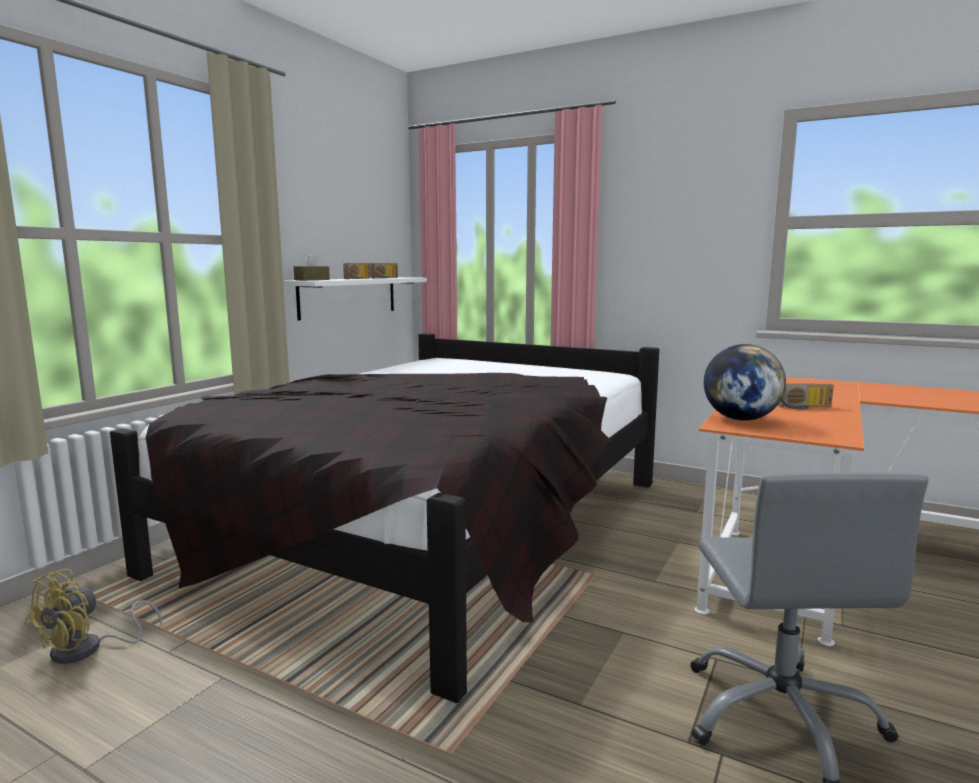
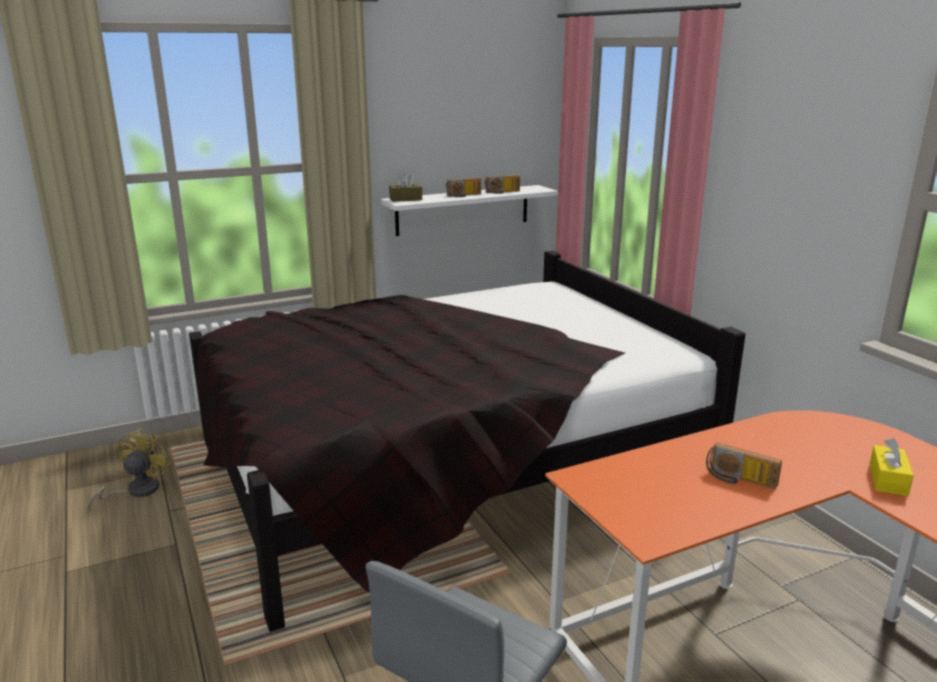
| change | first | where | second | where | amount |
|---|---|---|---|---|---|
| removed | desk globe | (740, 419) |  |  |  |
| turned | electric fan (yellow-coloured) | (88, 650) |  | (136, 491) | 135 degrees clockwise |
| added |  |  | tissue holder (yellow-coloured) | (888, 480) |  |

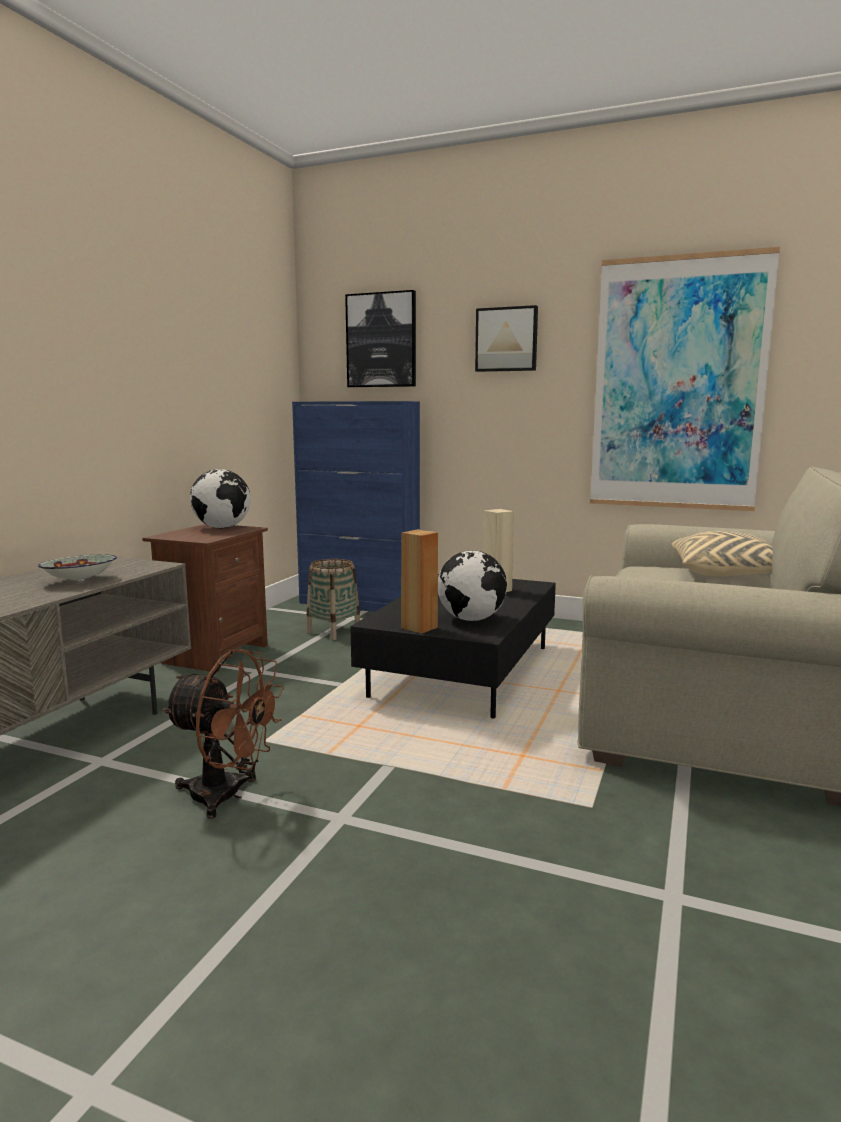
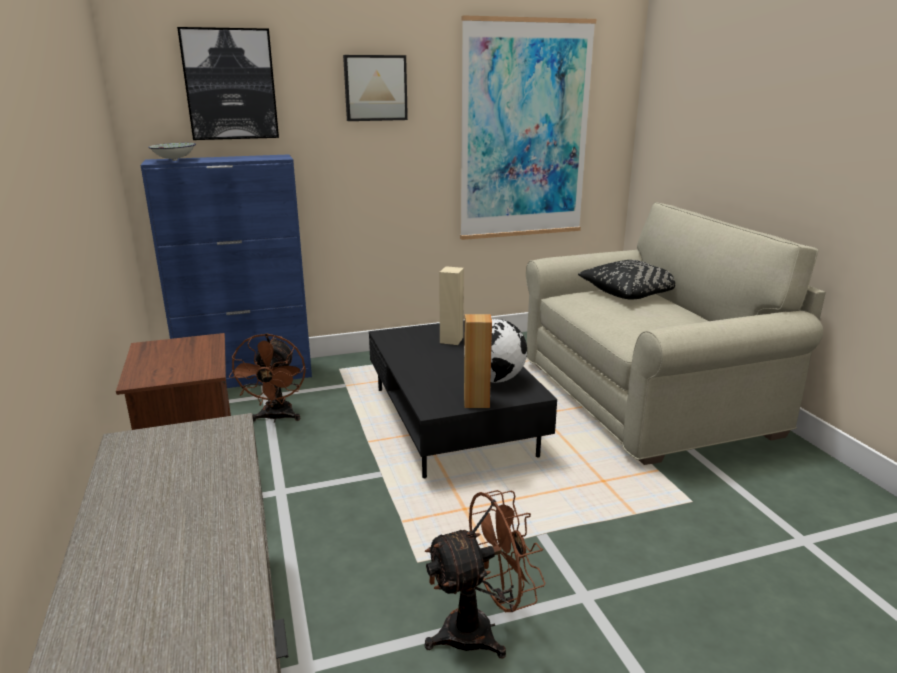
| change | first | where | second | where | amount |
|---|---|---|---|---|---|
| removed | desk globe | (222, 528) |  |  |  |
| recoloured | throw pillow (beige) | (728, 574) | throw pillow (black) | (631, 293) |  |
| moved | bowl | (80, 581) |  | (175, 160) |  |
| replaced | household basket | (333, 631) | electric fan (brown) | (276, 418) |  |

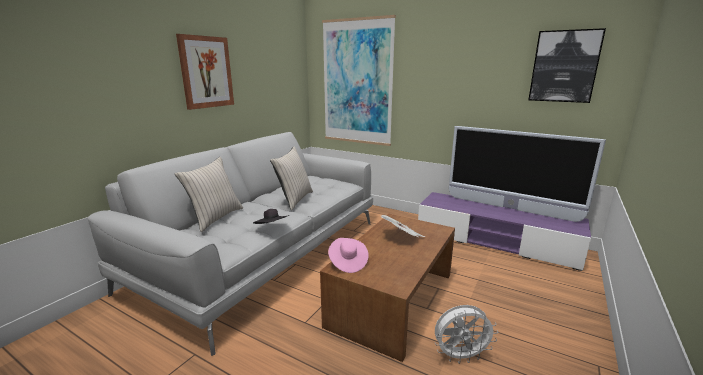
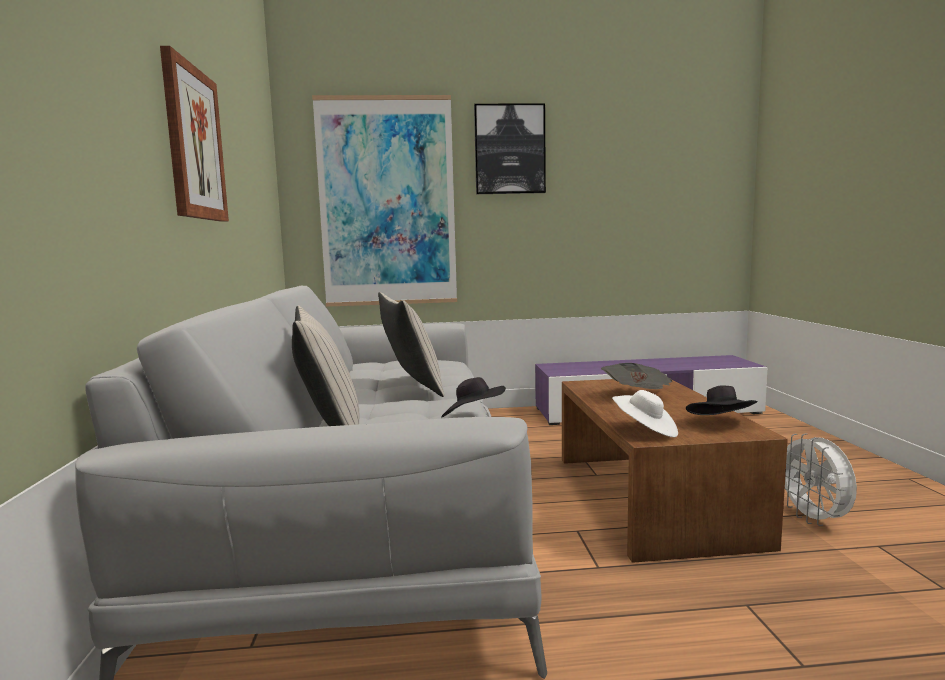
| change | first | where | second | where | amount |
|---|---|---|---|---|---|
| moved | wall picture | (564, 66) |  | (509, 149) |  |
| removed | TV set | (510, 208) |  |  |  |
| recoloured | clothing hat (pink-coloured) | (347, 263) | clothing hat (white) | (645, 431) |  |
| turned | electric fan (white) | (460, 356) |  | (814, 519) | 120 degrees clockwise |
| added |  |  | clothing hat (black) | (721, 423) |  |

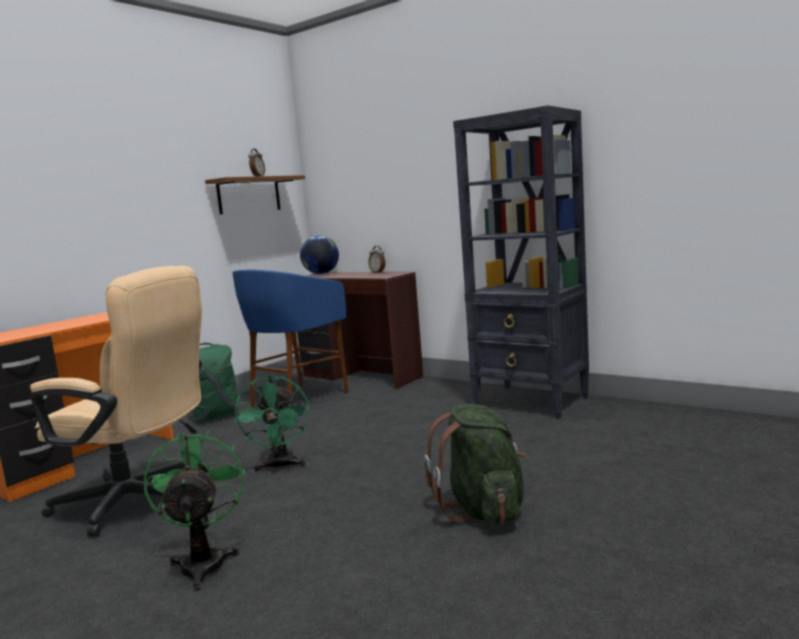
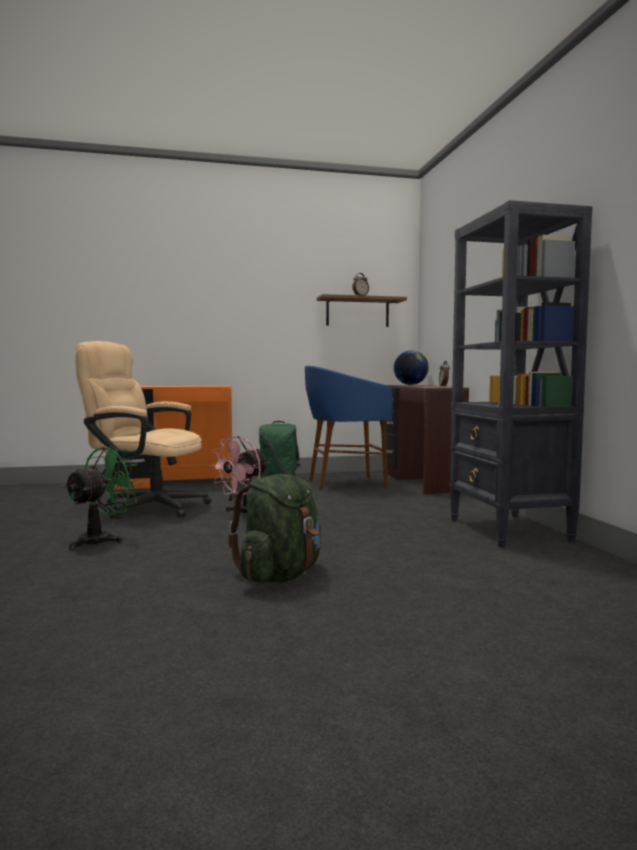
| change | first | where | second | where | amount |
|---|---|---|---|---|---|
| turned | desk chair (beige) | (138, 503) |  | (146, 507) | 135 degrees clockwise |
| recoloured | electric fan (greenish) | (280, 466) | electric fan (pink-coloured) | (243, 513) |  |

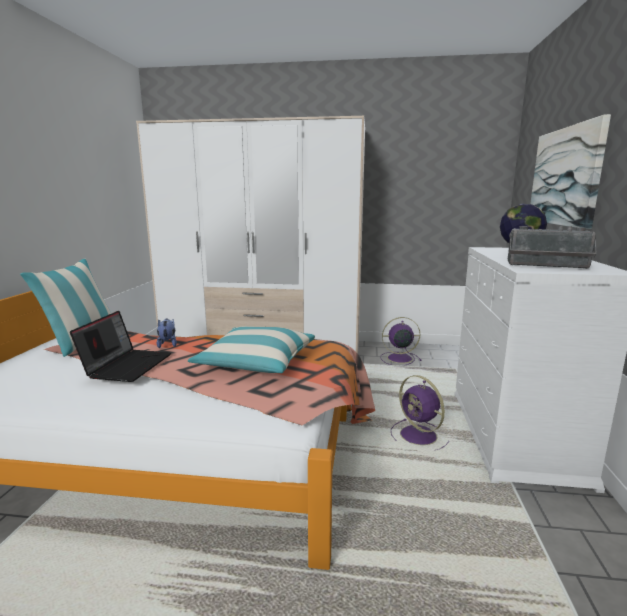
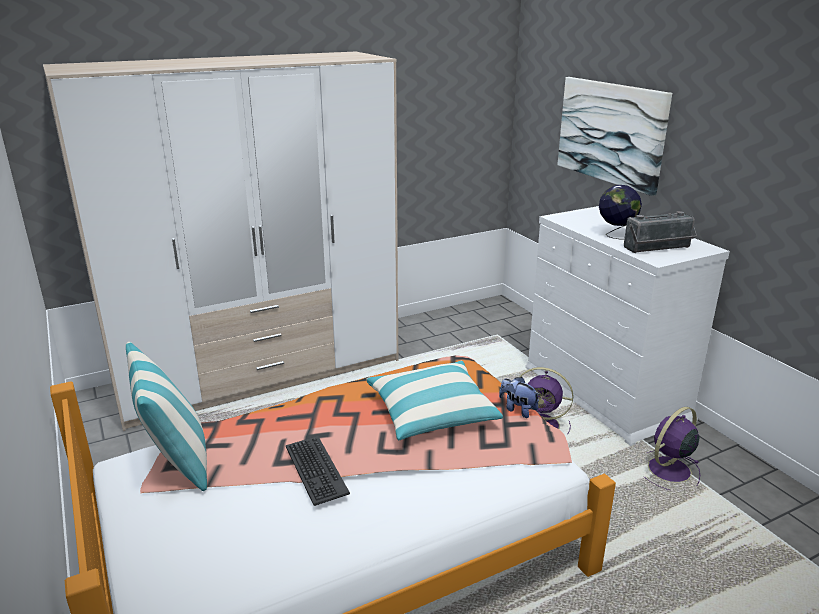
| change | first | where | second | where | amount |
|---|---|---|---|---|---|
| replaced | laptop | (127, 365) | keyboard | (315, 470) |  |
| moved | electric fan (purplish) | (398, 358) |  | (668, 470) |  |
| moved | plush toy | (167, 344) |  | (517, 409) |  |

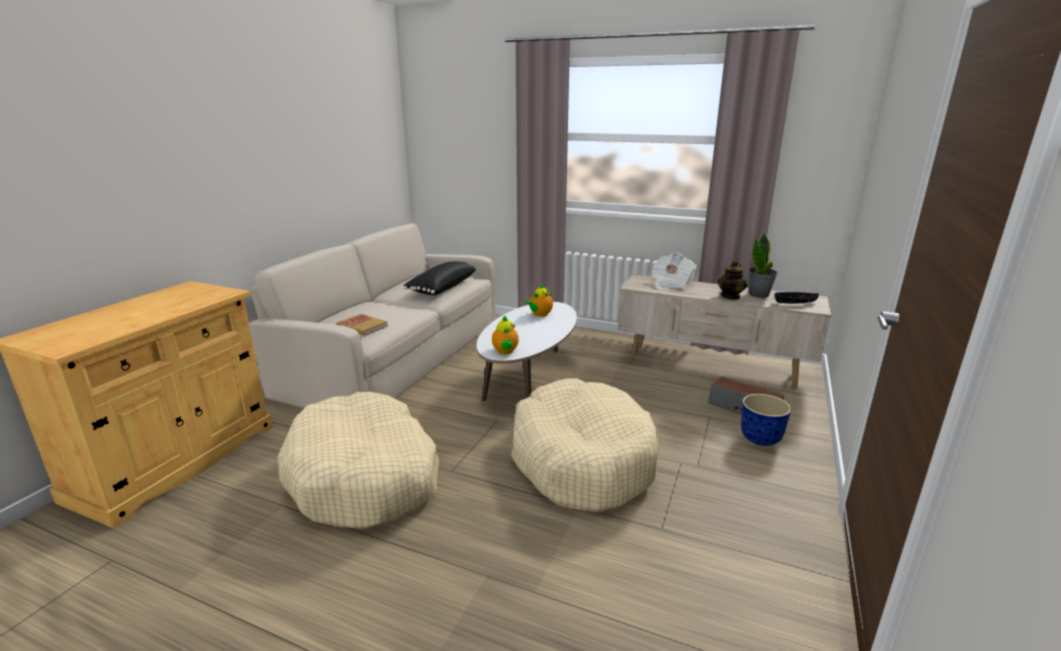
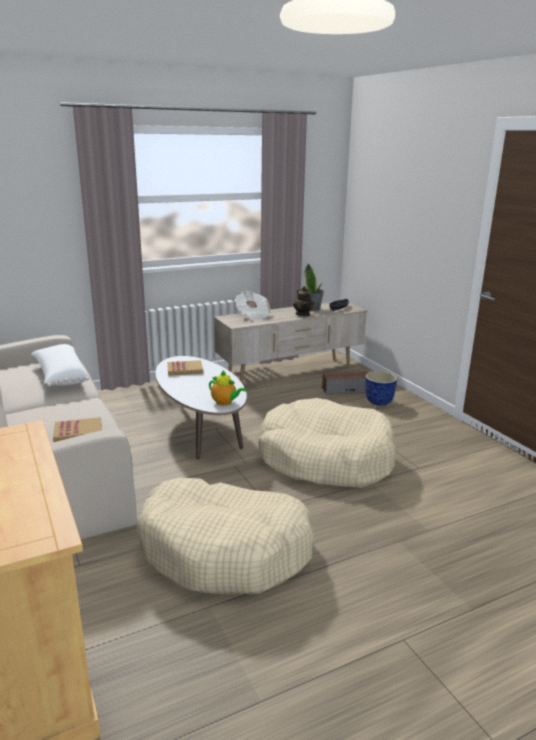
| change | first | where | second | where | amount |
|---|---|---|---|---|---|
| recoloured | throw pillow (black) | (441, 288) | throw pillow (white) | (60, 376) |  |
| replaced | pot for tea | (540, 314) | bound book | (185, 370) |  |

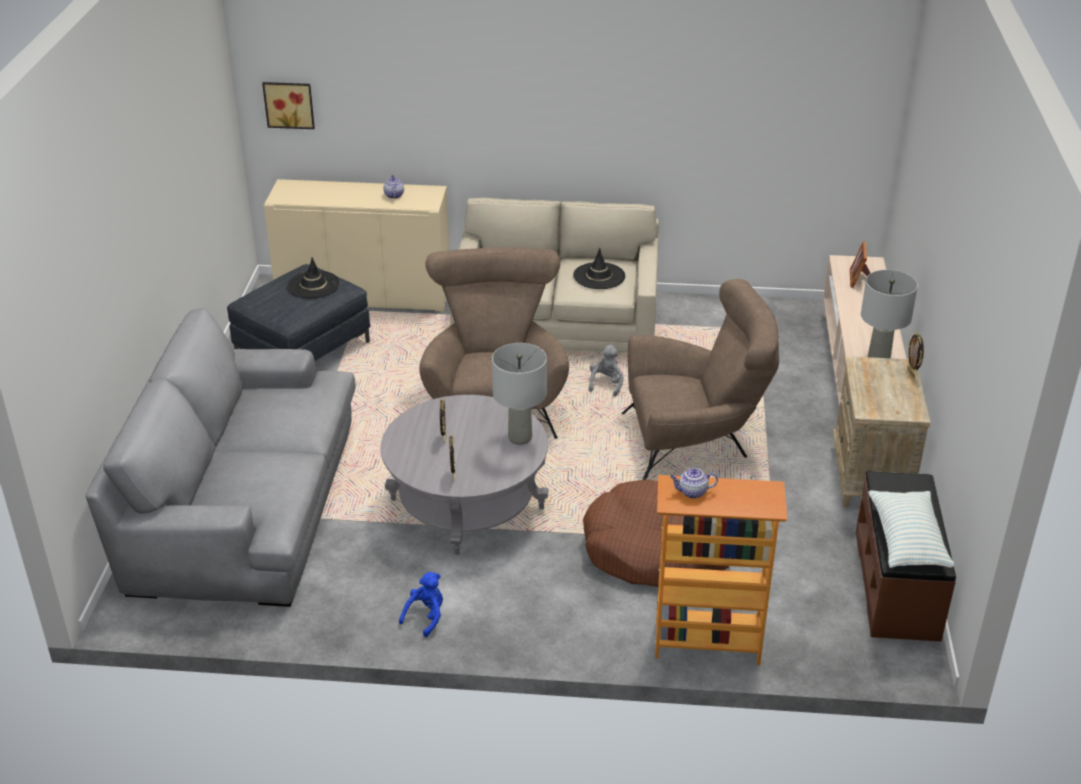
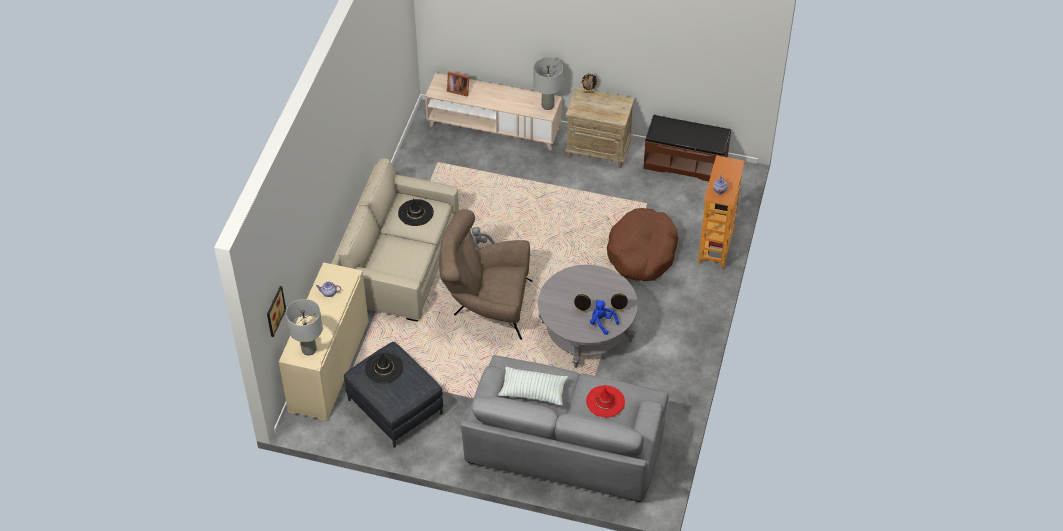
| change | first | where | second | where | amount |
|---|---|---|---|---|---|
| removed | easy chair (brown) | (695, 443) |  |  |  |
| moved | table lamp (greyish) | (520, 438) |  | (309, 349) |  |
| moved | throw pillow | (907, 541) |  | (533, 391) |  |
| moved | plush toy (blue) | (426, 617) |  | (602, 323) |  |
| added |  |  | clothing hat (red-coloured) | (605, 401) |  |

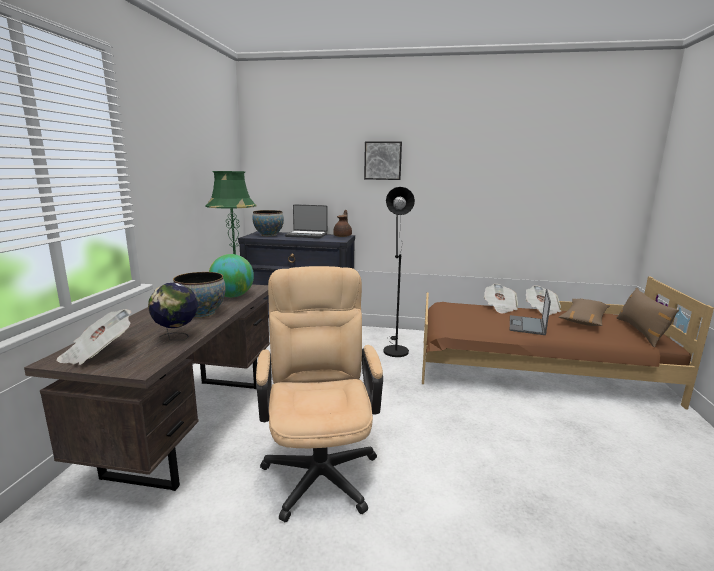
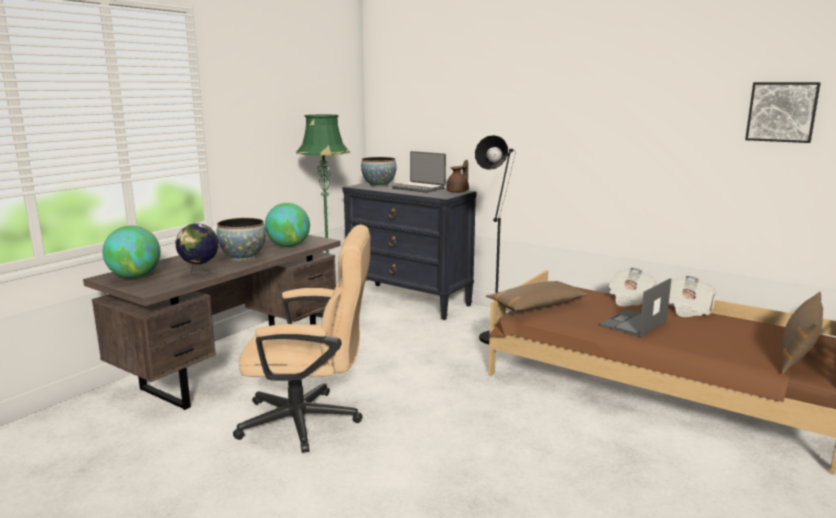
| change | first | where | second | where | amount |
|---|---|---|---|---|---|
| moved | wall picture | (383, 160) |  | (782, 112) |  |
| turned | desk chair (beige) | (320, 466) |  | (311, 421) | 75 degrees clockwise |
| moved | throw pillow (brown) | (584, 319) |  | (537, 305) |  |
| replaced | daily paper | (98, 353) | desk globe | (135, 277) |  |

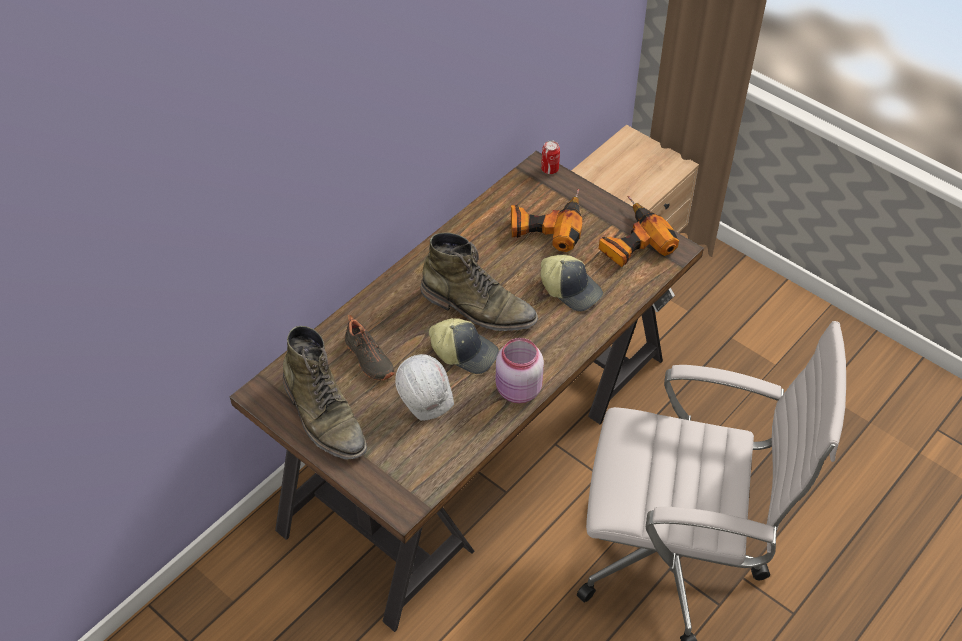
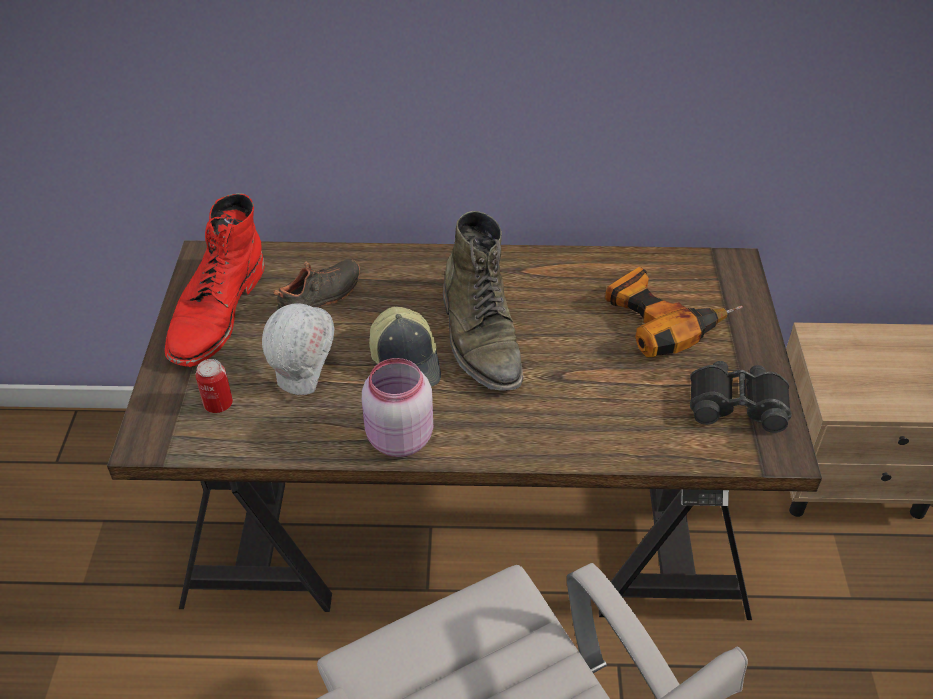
| change | first | where | second | where | amount |
|---|---|---|---|---|---|
| moved | metal can | (550, 169) |  | (218, 404) |  |
| replaced | drill | (631, 242) | field glasses (black) | (737, 403) |  |
| removed | baseball cap | (571, 289) |  |  |  |
| turned | shoe (black) | (368, 359) |  | (321, 299) | 150 degrees counterclockwise |
| recoloured | high-top boot (greenish) | (324, 416) | high-top boot (red-coloured) | (217, 312) |  |

